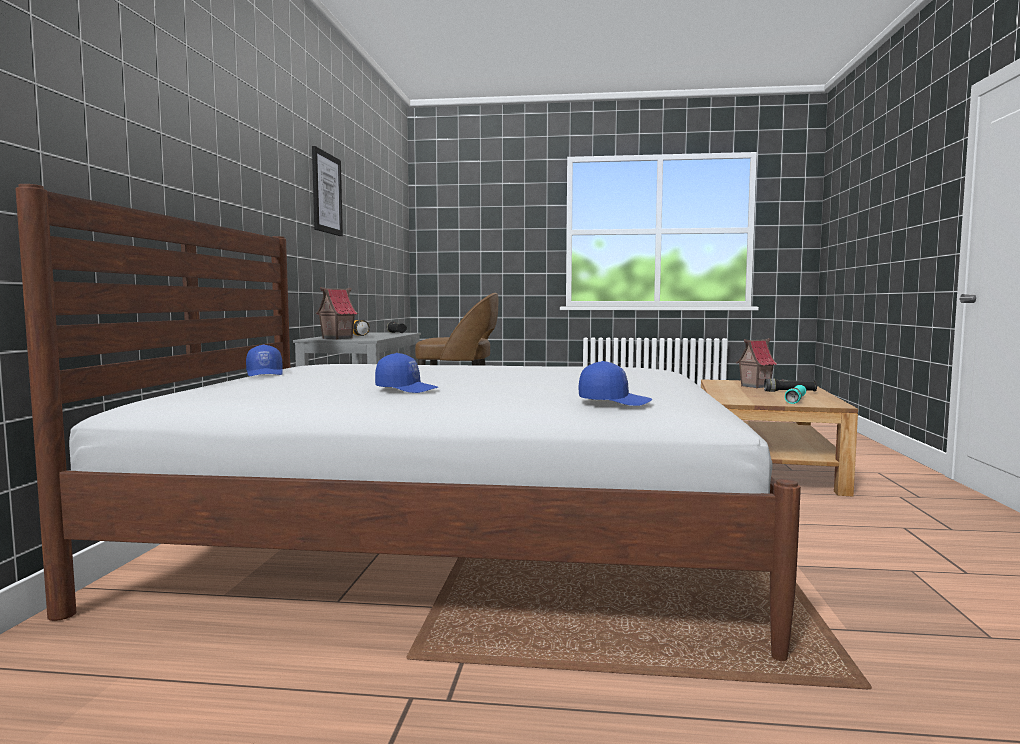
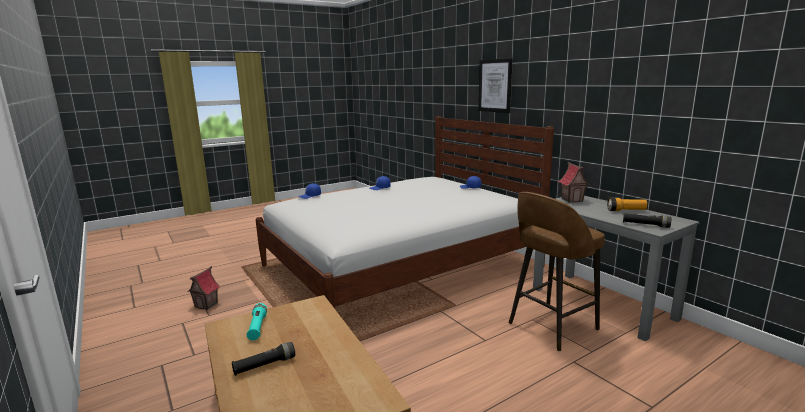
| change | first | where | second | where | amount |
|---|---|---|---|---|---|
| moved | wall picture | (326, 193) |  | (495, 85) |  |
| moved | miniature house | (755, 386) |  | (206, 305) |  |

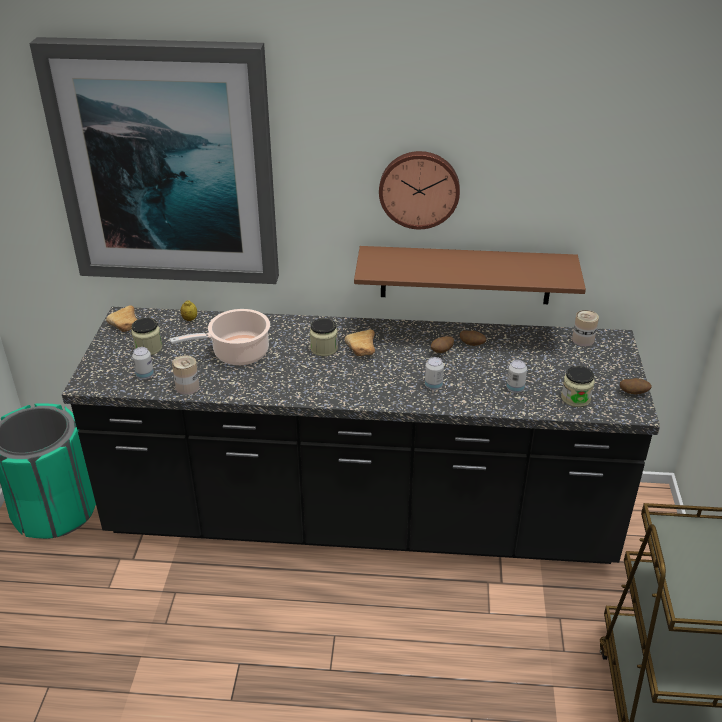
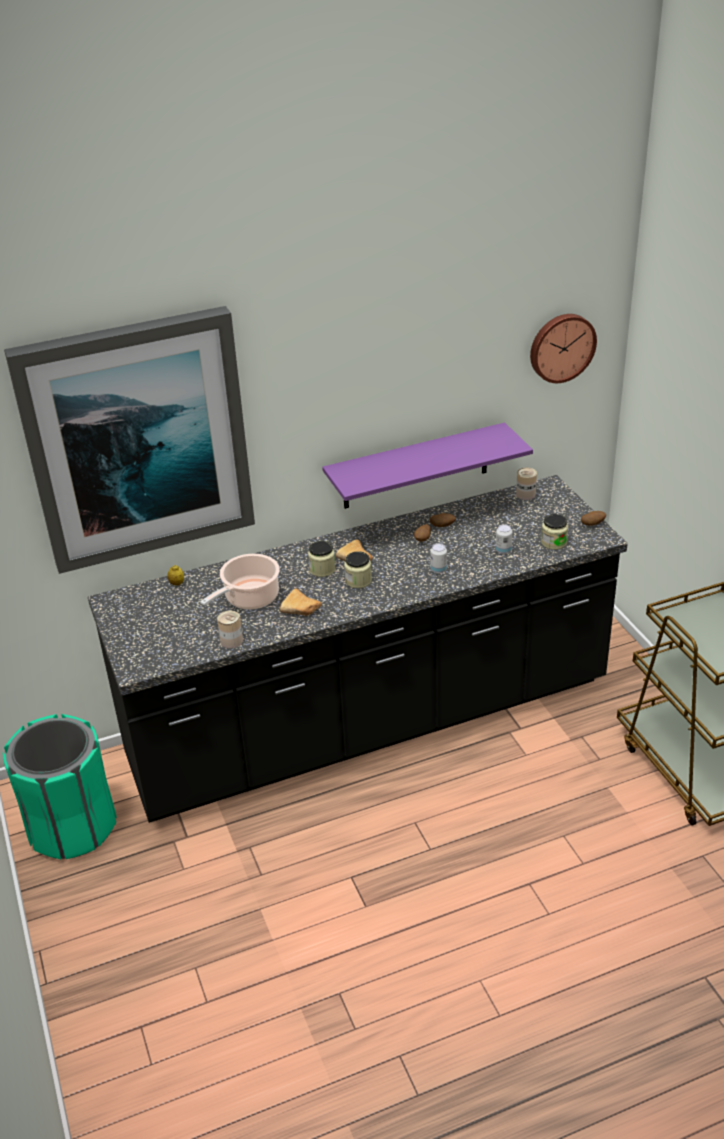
| change | first | where | second | where | amount |
|---|---|---|---|---|---|
| moved | wall clock | (419, 188) |  | (561, 347) |  |
| recoloured | wall shelf (brown) | (465, 275) | wall shelf (purplish) | (415, 466) |  |
| moved | bread | (127, 326) |  | (302, 610) |  |
| moved | storage jar | (148, 348) |  | (358, 580) |  |
| removed | metal can | (145, 375) |  |  |  |

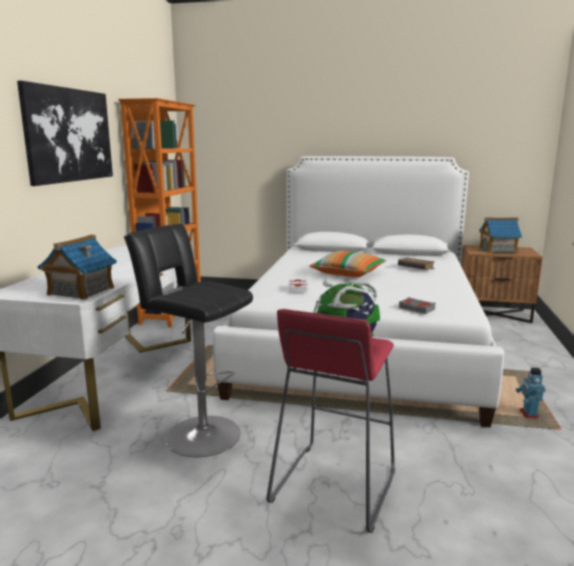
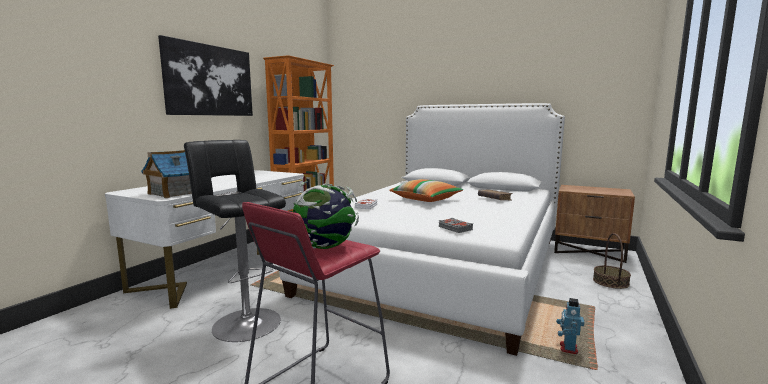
| change | first | where | second | where | amount |
|---|---|---|---|---|---|
| removed | miniature house | (498, 250) |  |  |  |
| added |  |  | household basket | (611, 282) |  |

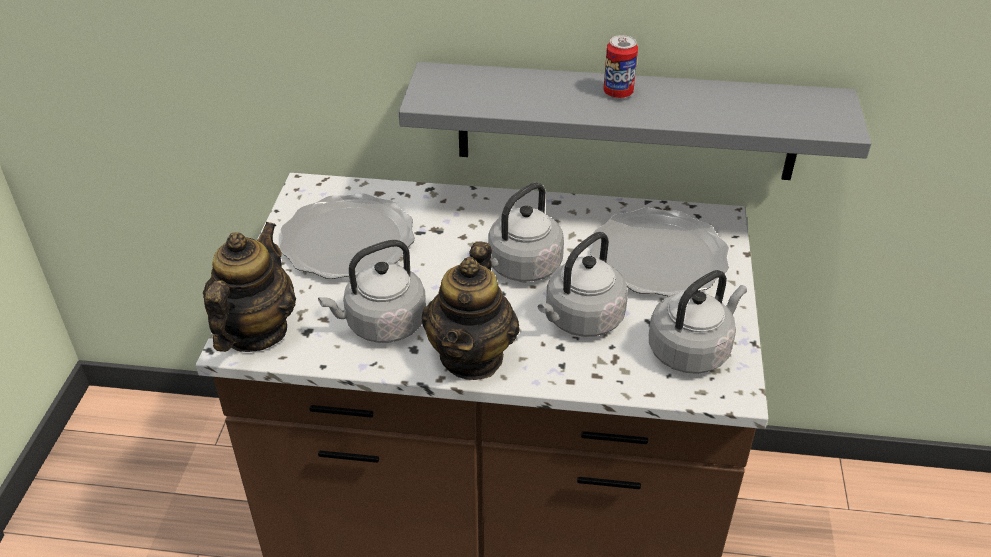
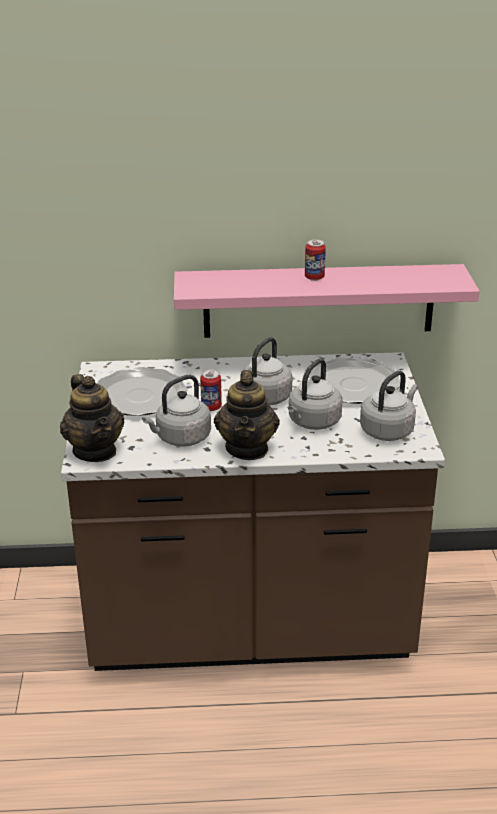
| change | first | where | second | where | amount |
|---|---|---|---|---|---|
| recoloured | wall shelf (greyish) | (626, 122) | wall shelf (pink-coloured) | (318, 301) |  |
| turned | pot for tea | (255, 332) |  | (95, 451) | 150 degrees clockwise |
| added |  |  | metal can | (211, 407) |  |

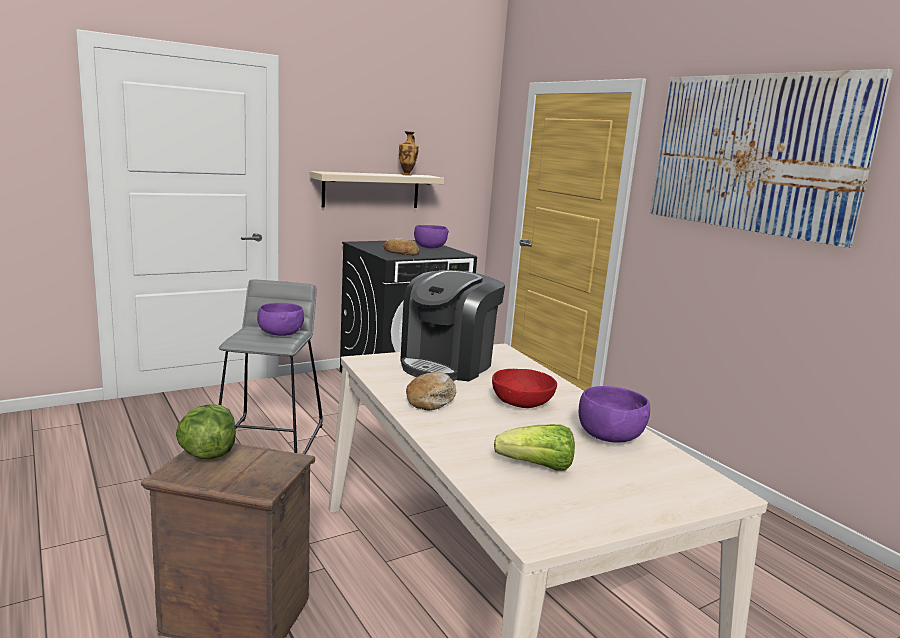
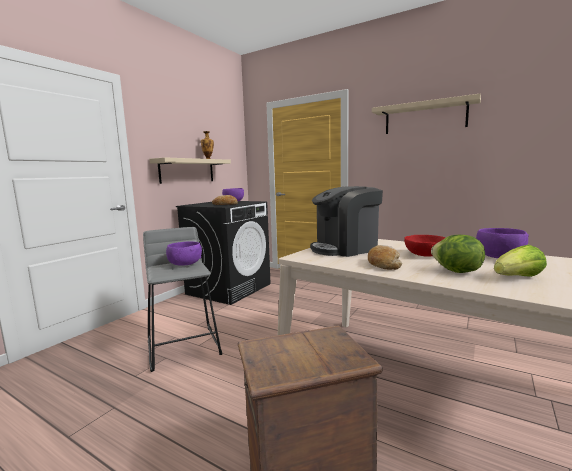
| change | first | where | second | where | amount |
|---|---|---|---|---|---|
| replaced | wall picture | (753, 153) | wall shelf (beige) | (425, 117) |  |
| turned | coffee maker | (448, 364) |  | (345, 248) | 60 degrees clockwise |
| moved | lettuce | (207, 454) |  | (456, 272) |  |

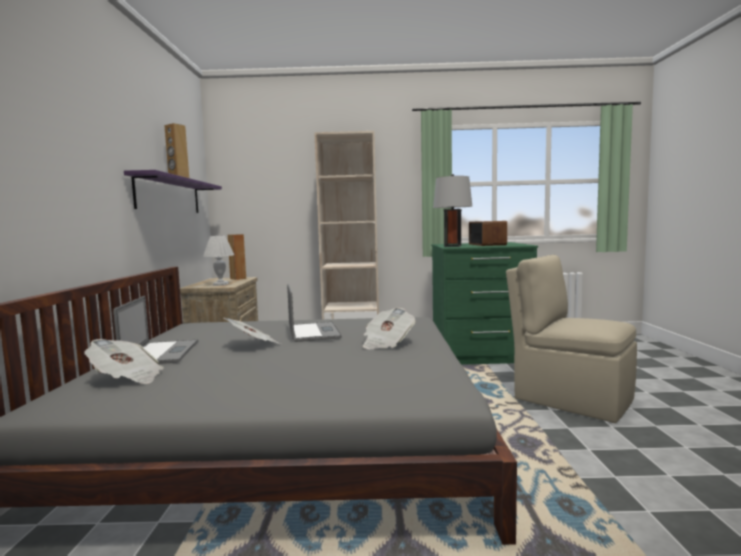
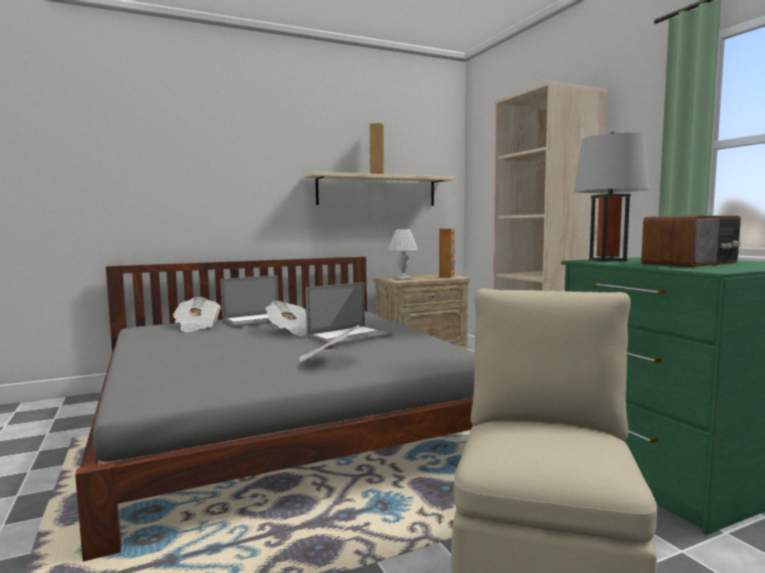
| change | first | where | second | where | amount |
|---|---|---|---|---|---|
| recoloured | wall shelf (purplish) | (169, 195) | wall shelf (beige) | (377, 191) |  |

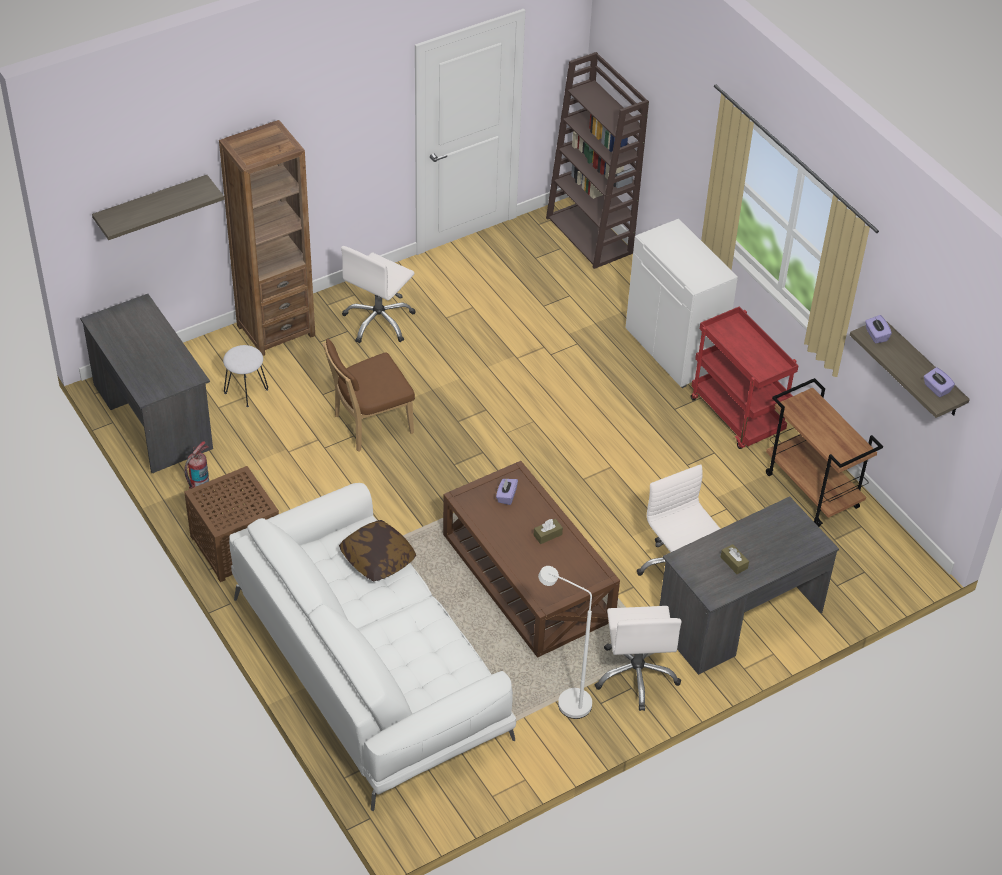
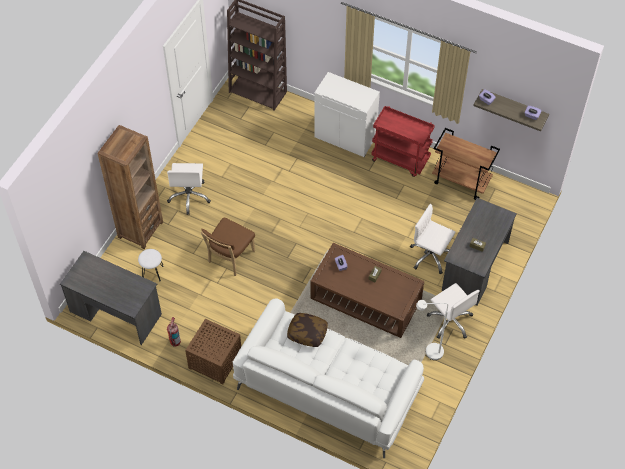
| change | first | where | second | where | amount |
|---|---|---|---|---|---|
| removed | wall shelf | (151, 206) |  |  |  |

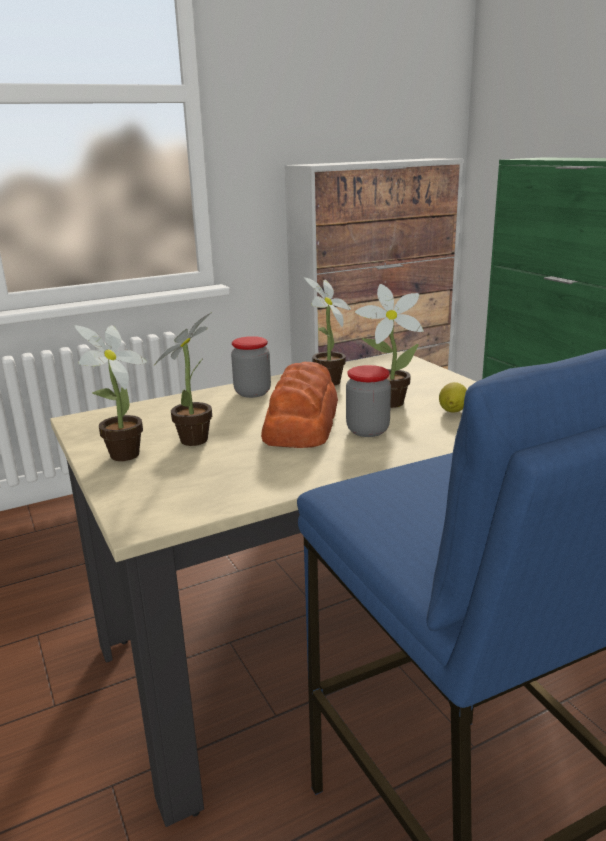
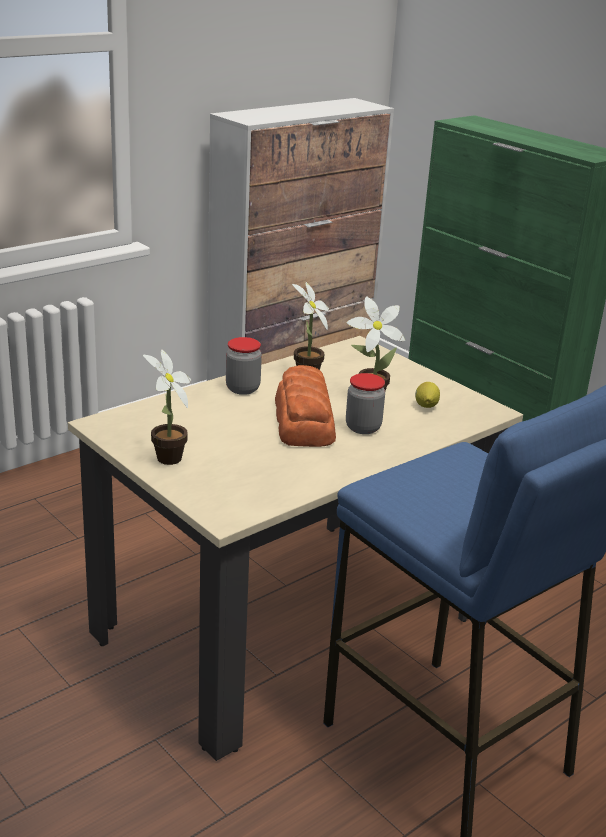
| change | first | where | second | where | amount |
|---|---|---|---|---|---|
| removed | houseplant | (198, 438) |  |  |  |

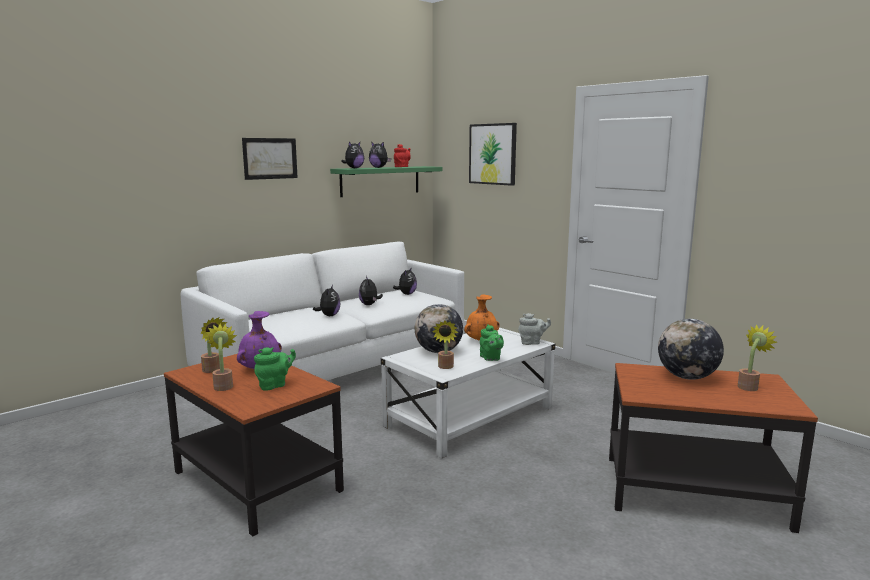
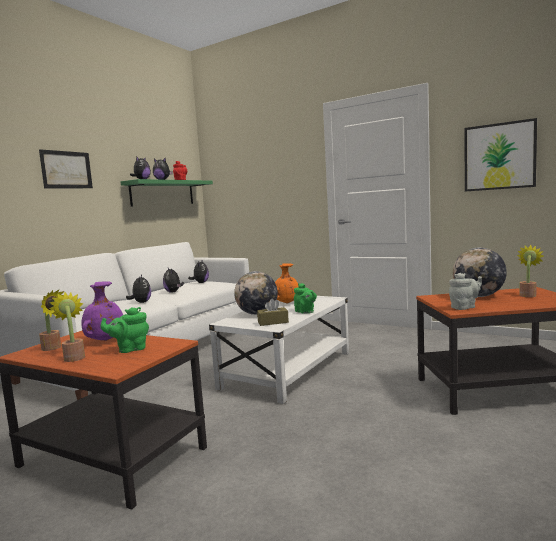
| change | first | where | second | where | amount |
|---|---|---|---|---|---|
| moved | wall picture | (493, 154) |  | (499, 156) |  |
| moved | pot for tea (greyish) | (532, 343) |  | (464, 307) |  |
| replaced | houseplant | (445, 367) | tissue holder (brown) | (273, 322) |  |
| turned | pot for tea (greenish) | (274, 385) |  | (130, 349) | 150 degrees counterclockwise |

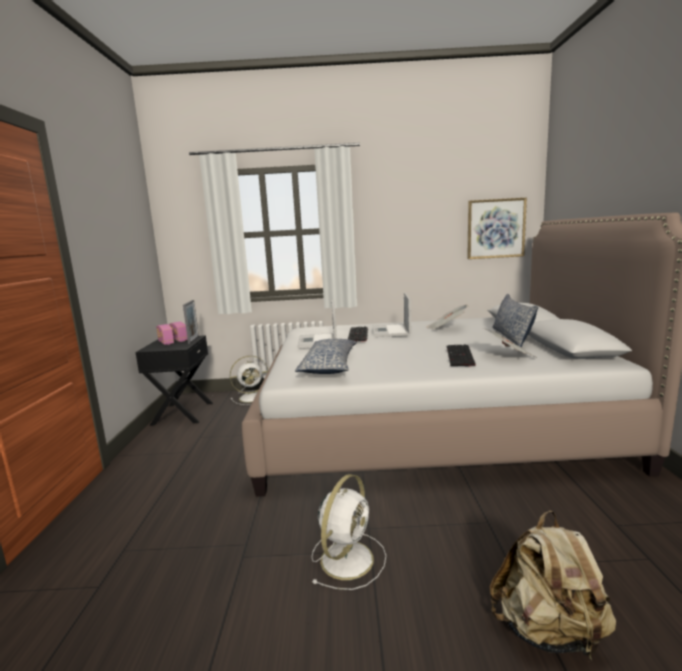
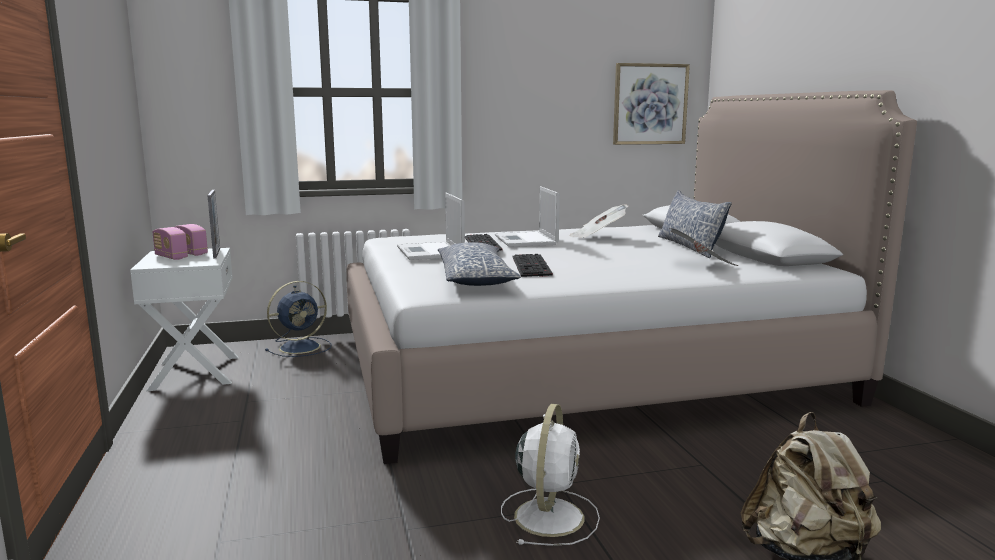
| change | first | where | second | where | amount |
|---|---|---|---|---|---|
| recoloured | bedside table (black) | (182, 413) | bedside table (white) | (193, 373) |  |
| moved | keyboard | (461, 356) |  | (532, 266) |  |
| recoloured | electric fan (white) | (253, 397) | electric fan (blue) | (301, 347) |  |

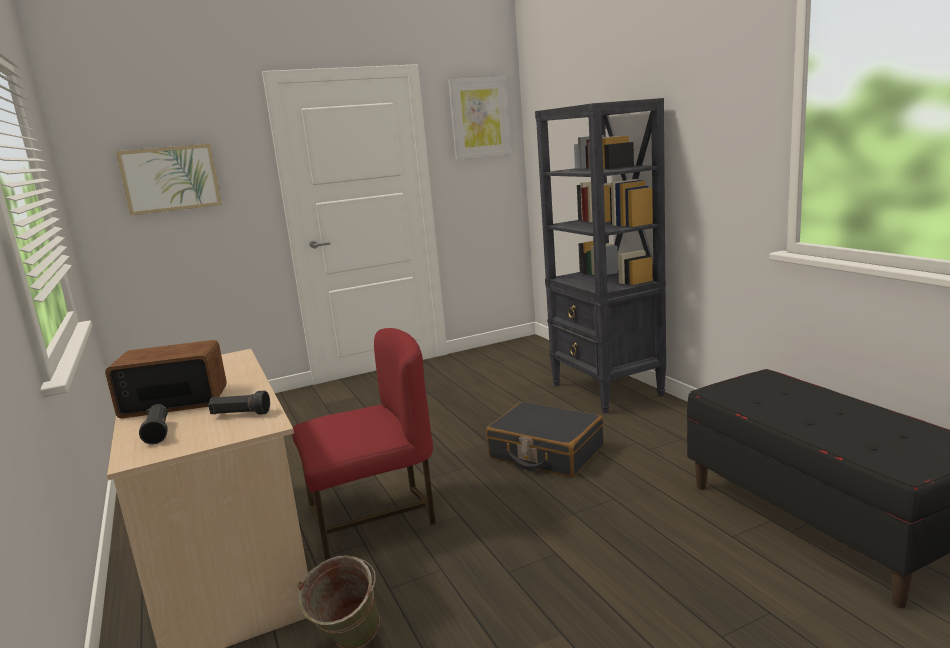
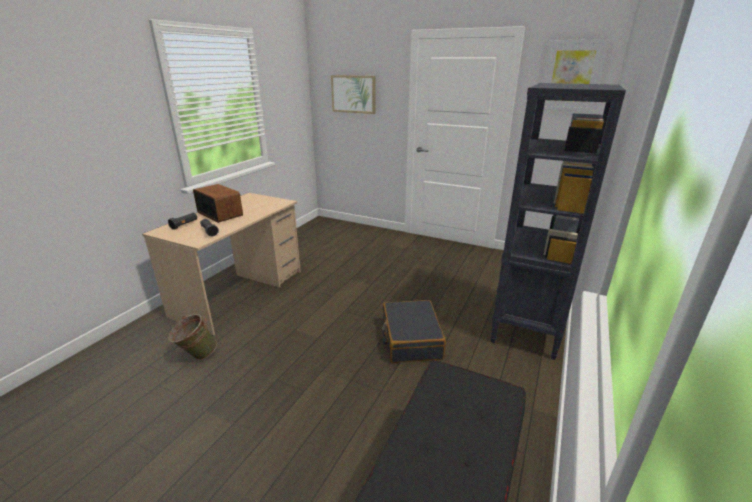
| change | first | where | second | where | amount |
|---|---|---|---|---|---|
| removed | plain chair (red-coloured) | (373, 520) |  |  |  |

